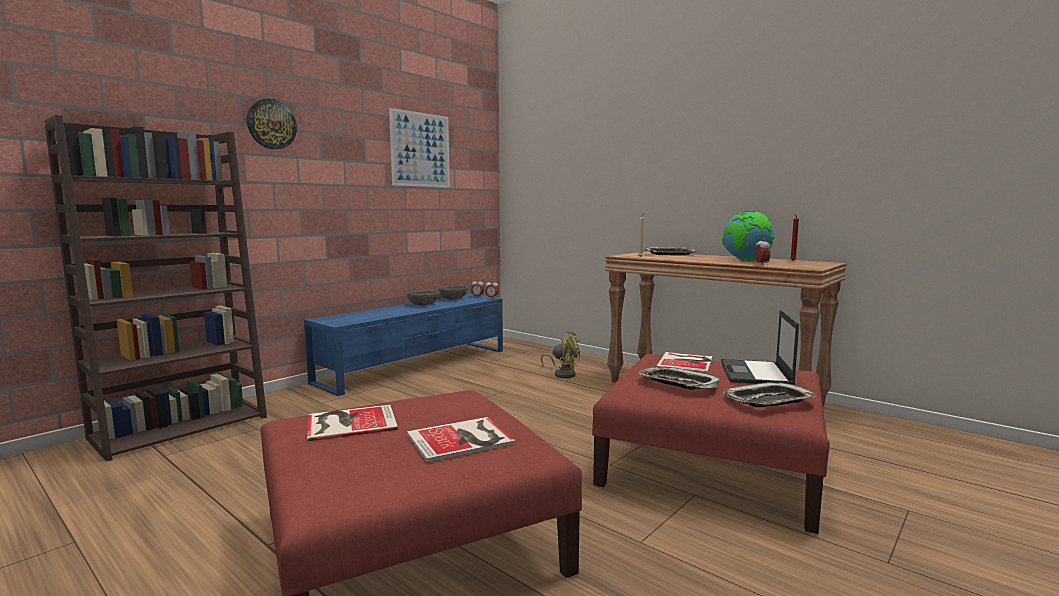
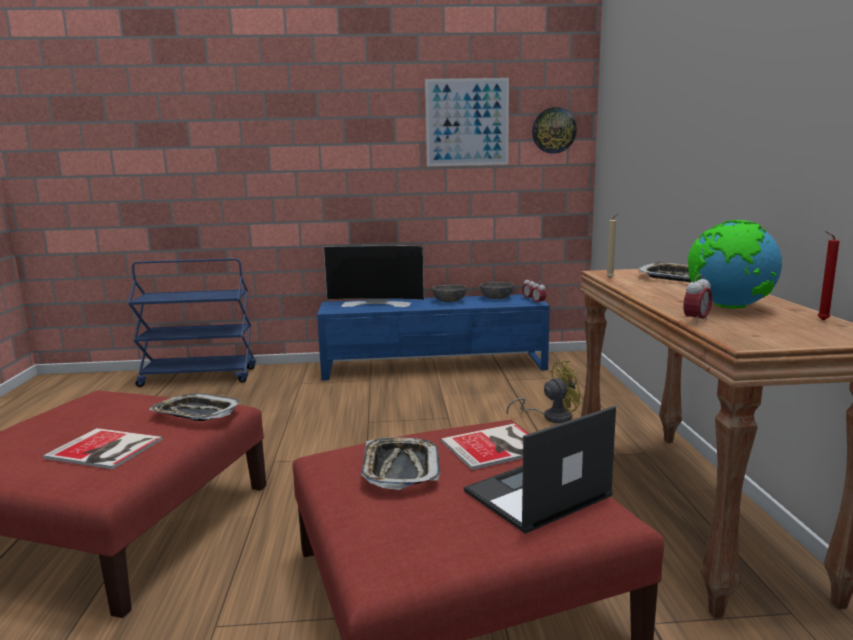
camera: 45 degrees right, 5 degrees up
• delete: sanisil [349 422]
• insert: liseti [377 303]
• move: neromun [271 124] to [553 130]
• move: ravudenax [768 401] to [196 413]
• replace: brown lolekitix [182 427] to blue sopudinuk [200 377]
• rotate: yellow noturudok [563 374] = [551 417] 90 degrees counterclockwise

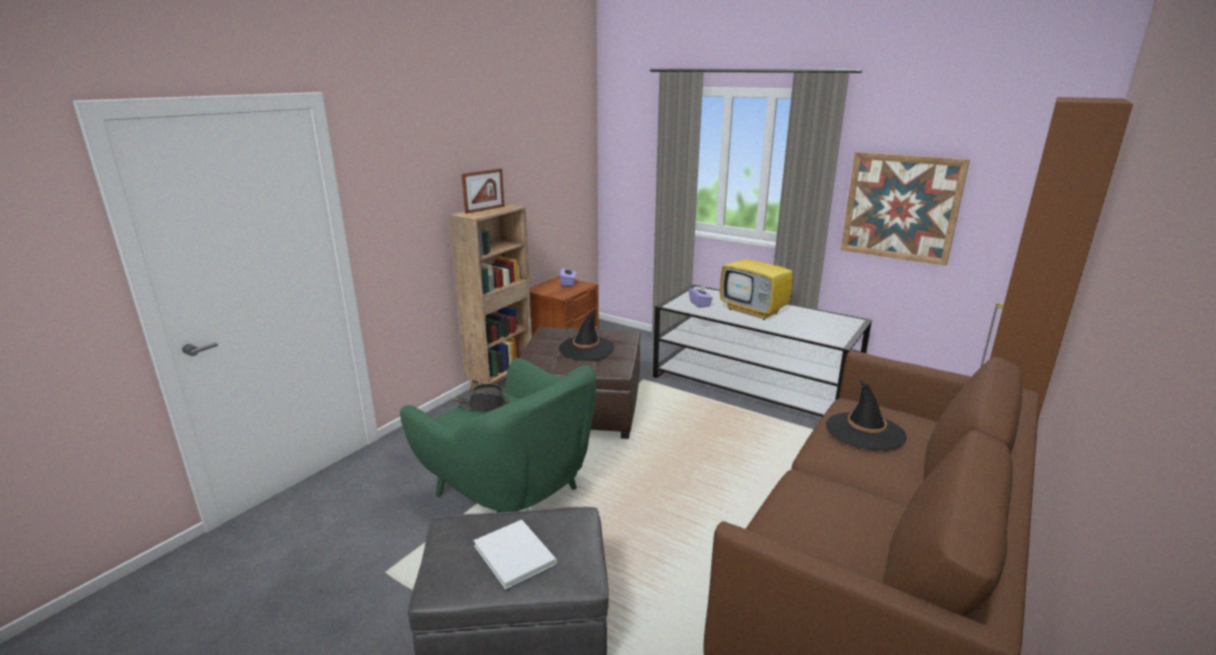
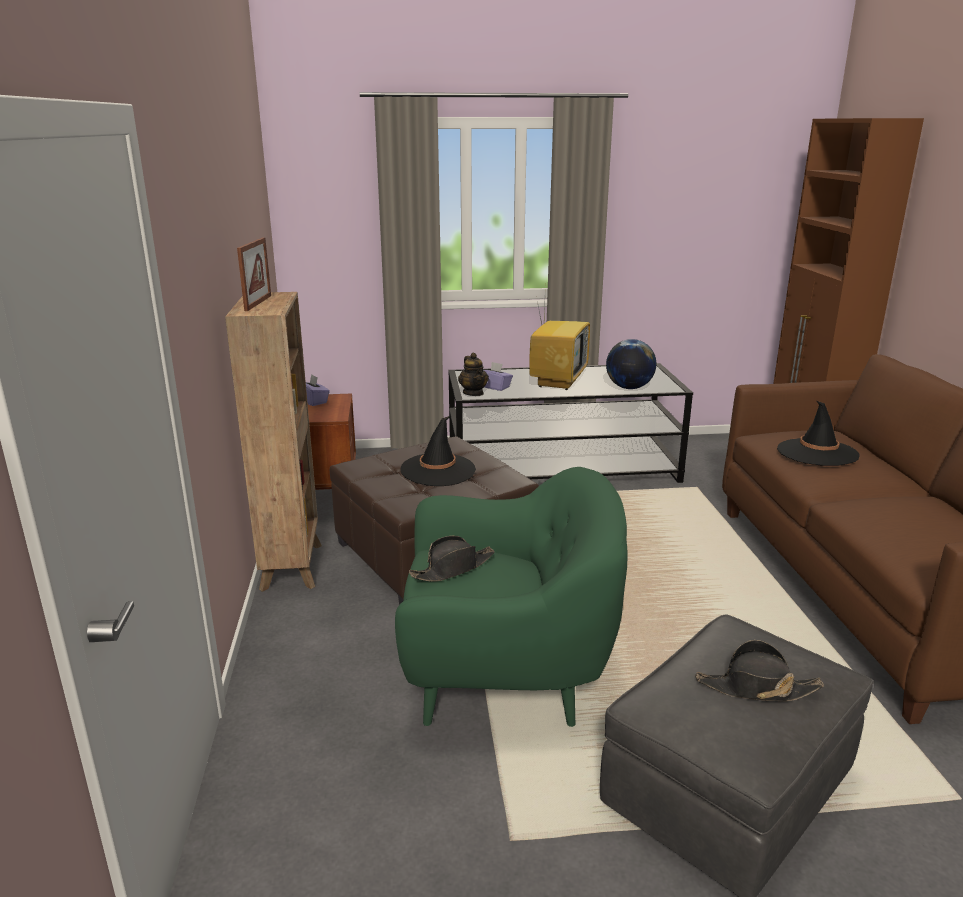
camera: 40 degrees left, 0 degrees up
• delete: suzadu [901 207]
• insert: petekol [473 393]
• insert: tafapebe [629 388]
• replace: white sanisil [515 552] to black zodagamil [756 688]
• rotate: liseti [754 311] = [558 381] 75 degrees counterclockwise

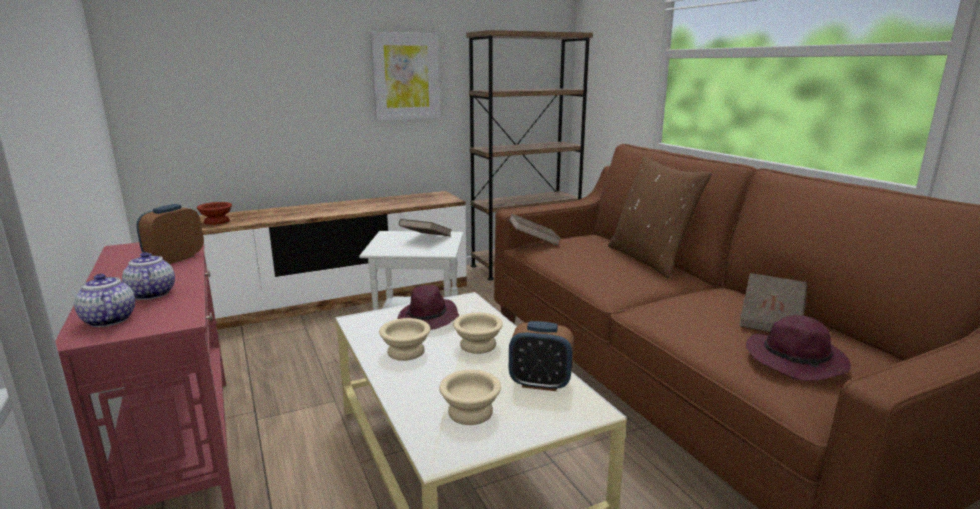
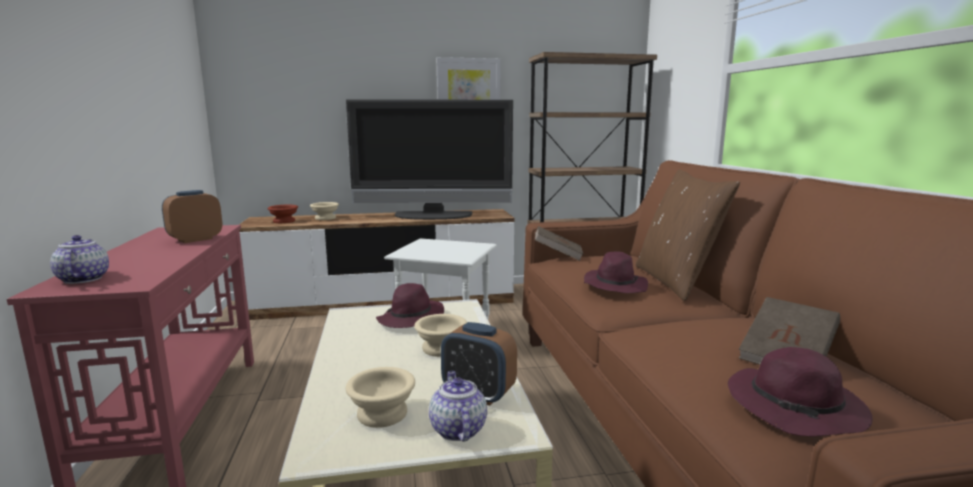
camera: 15 degrees right, 5 degrees down
• delete: brown sanisil [426 239]
• insert: liseti [433 216]
• insert: purple zodagamil [614 286]
• move: petekol [151 294] to [457 429]
• move: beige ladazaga [405 352] to [324 218]

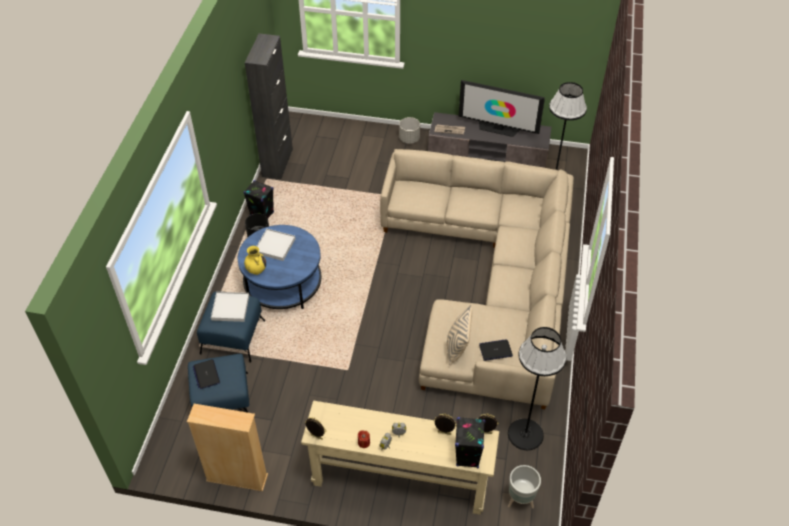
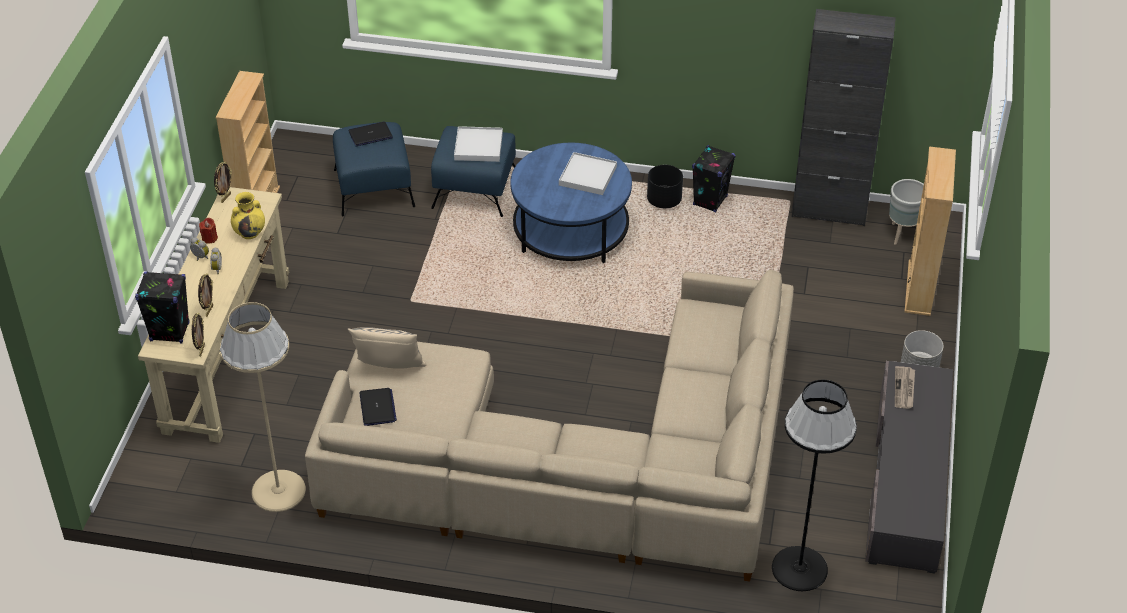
camera: 90 degrees right, 5 degrees down
• delete: liseti [498 128]
• insert: beige lolekitix [919 288]
• move: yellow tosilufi [256 270] to [250 233]
• move: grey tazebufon [520 501] to [902 234]
• recolor: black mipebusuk [525 434] to beige mipebusuk [278 491]

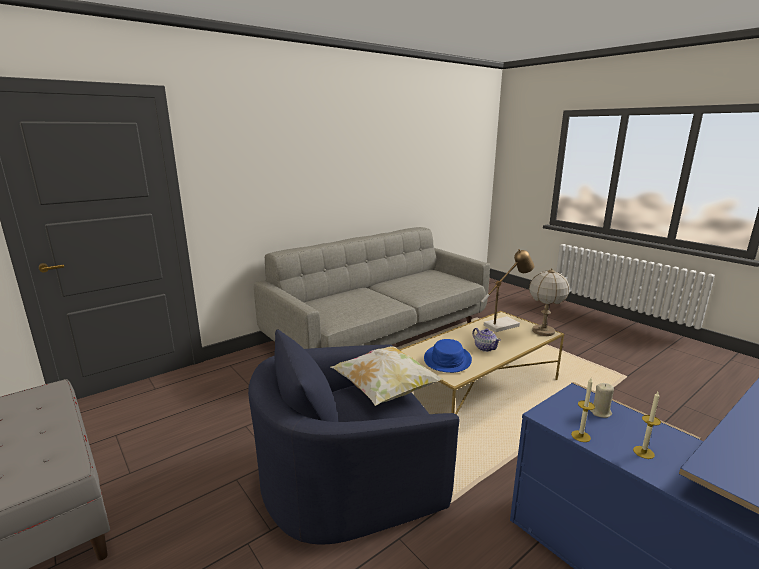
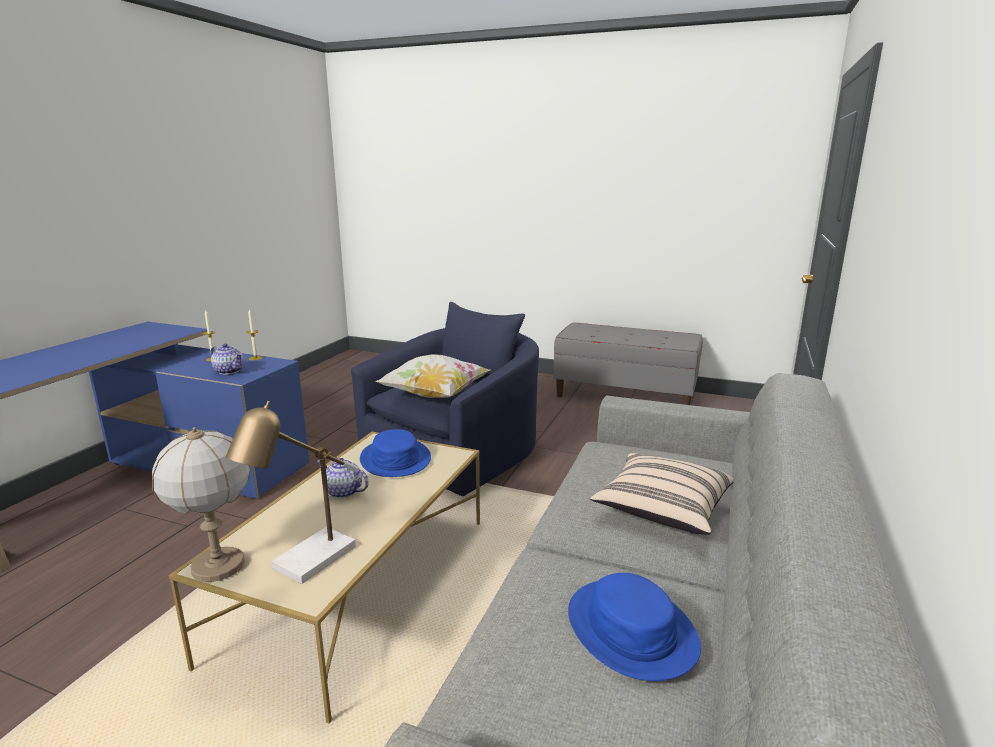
camera: 150 degrees right, 0 degrees up
• insert: blue zodagamil [631 629]
• insert: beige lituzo [662 510]
• replace: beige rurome [600 412] to petekol [229 371]

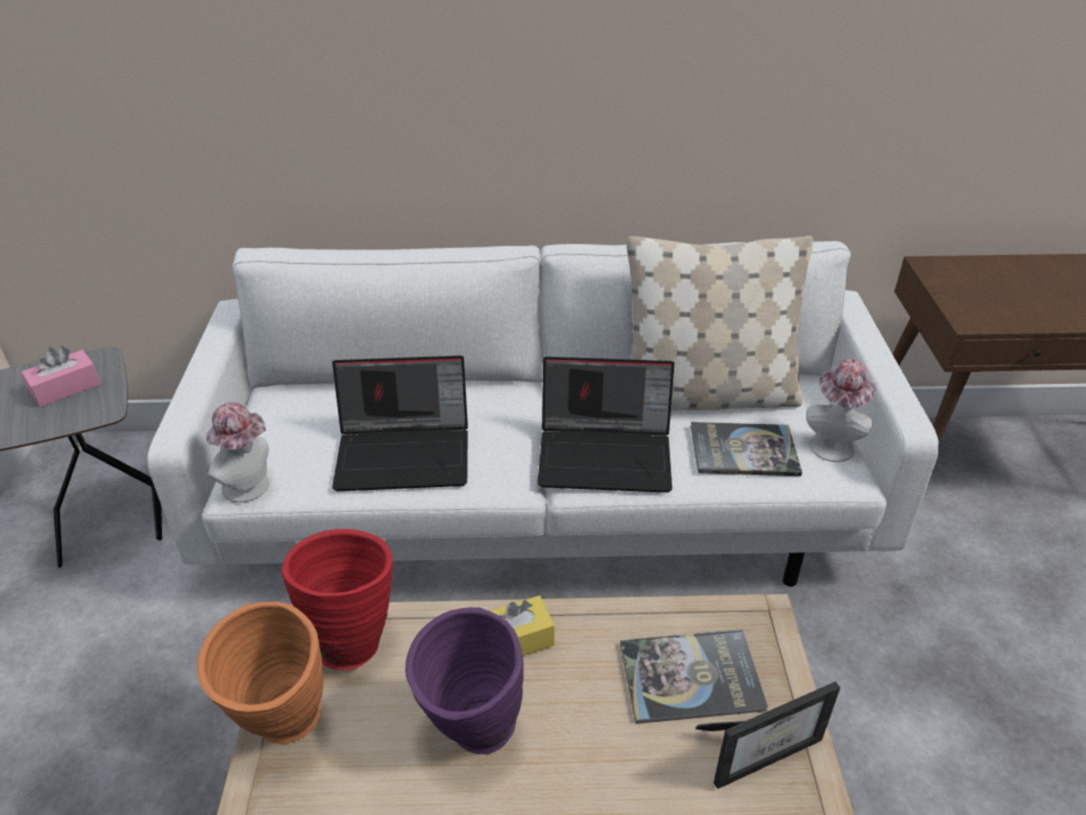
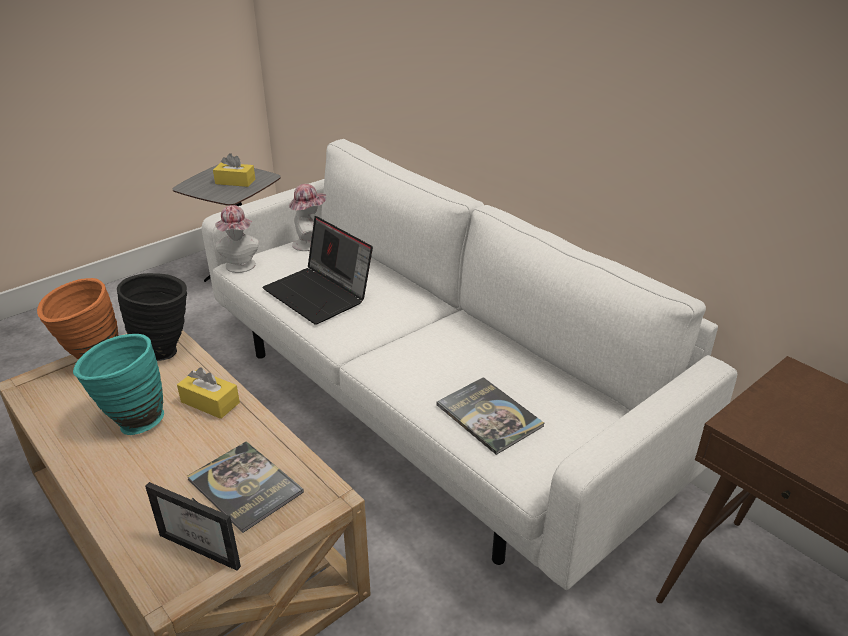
camera: 50 degrees right, 5 degrees down
• delete: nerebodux [607 455]
• delete: beige lituzo [707 395]
• move: zodagamil [832 443] to [310 243]
• recolor: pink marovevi [66 388] to yellow marovevi [235 181]
• recolor: red tosilufi [353 637] to black tosilufi [167 350]
• recolor: purple tosilufi [471 736] to turquoise tosilufi [131 422]

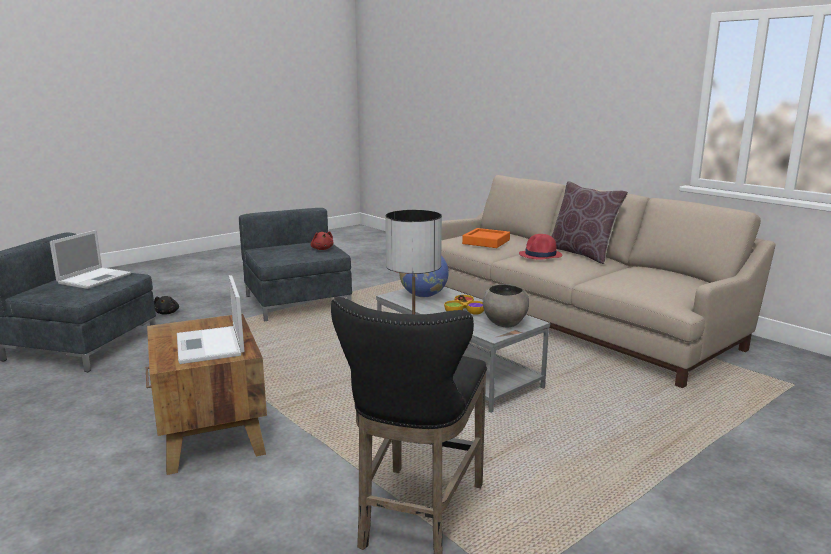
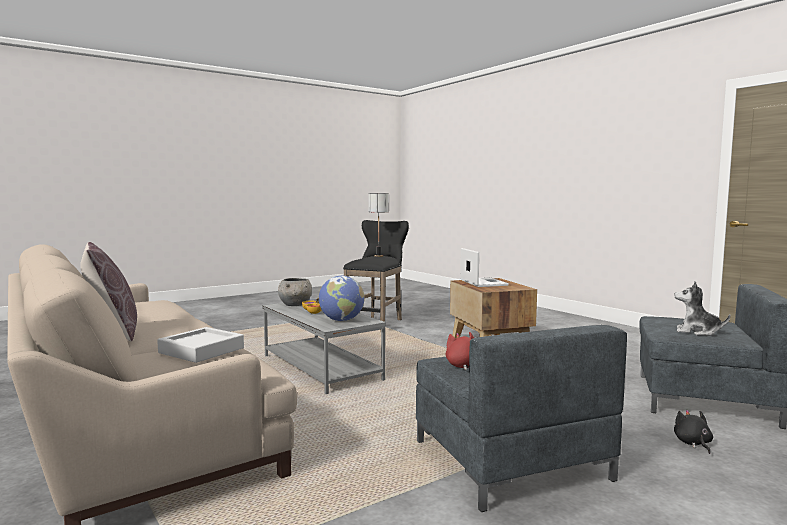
camera: 175 degrees left, 10 degrees down
• delete: red zodagamil [540 255]
• replace: nerebodux [95 278] to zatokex [697 332]
• recolor: orange ravudenax [486 242] to grey ravudenax [201 350]

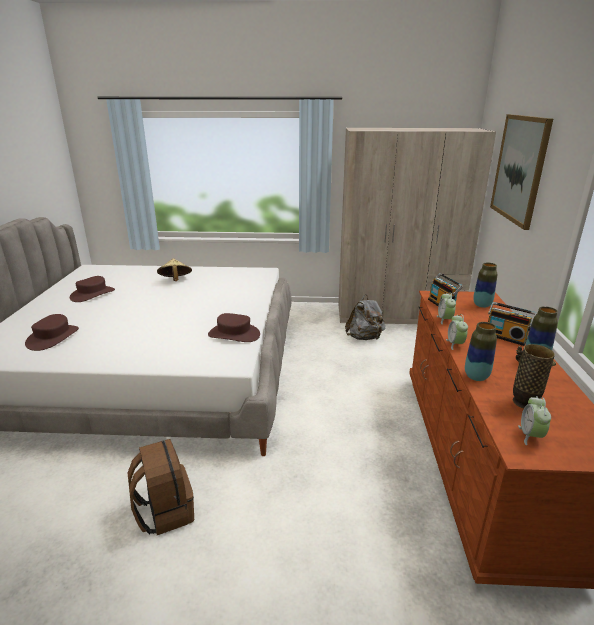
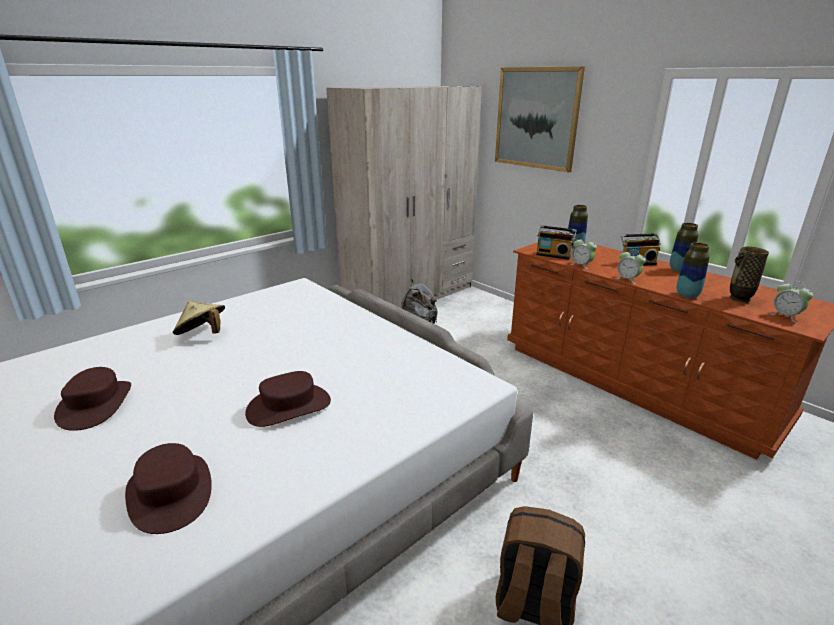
camera: 45 degrees left, 0 degrees up
• move: brown zodagamil [234 334] to [289 406]

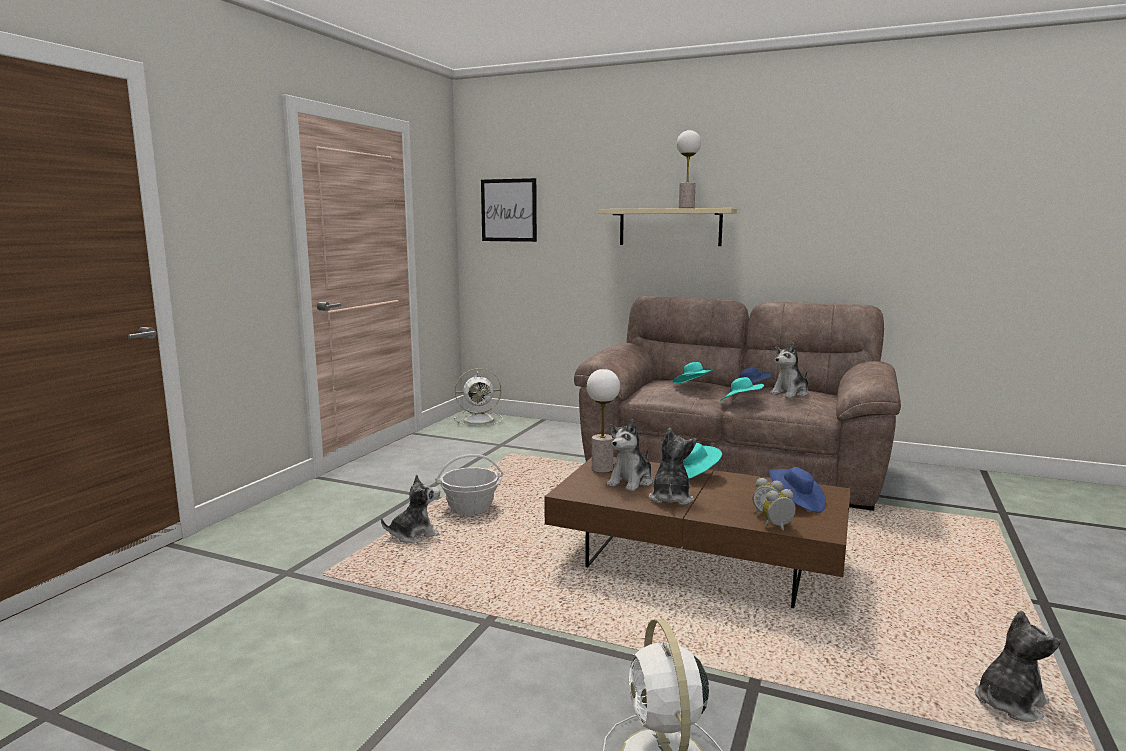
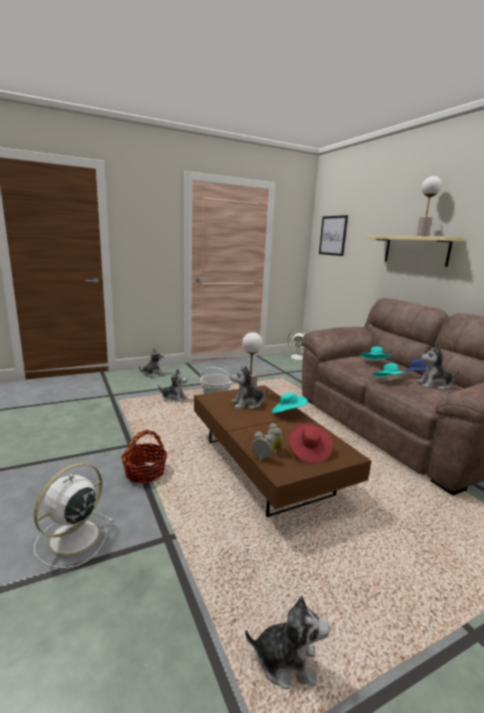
camera: 40 degrees right, 5 degrees up
• insert: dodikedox [145 472]
• move: zatokex [670 498] to [152 374]
• recolor: blue zodagamil [796 503] to red zodagamil [308 452]

